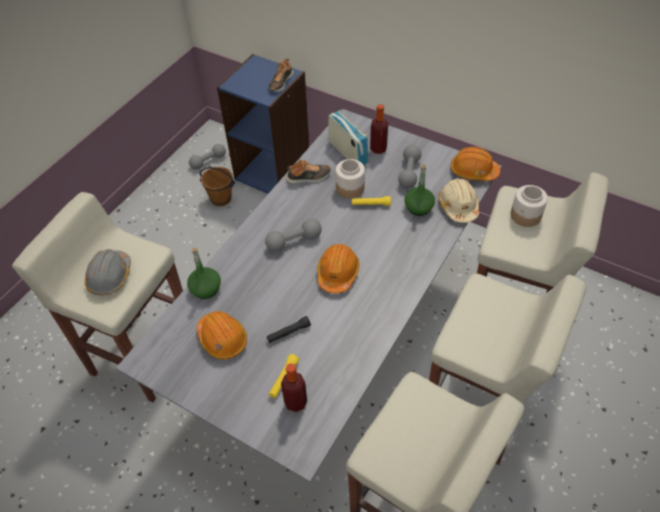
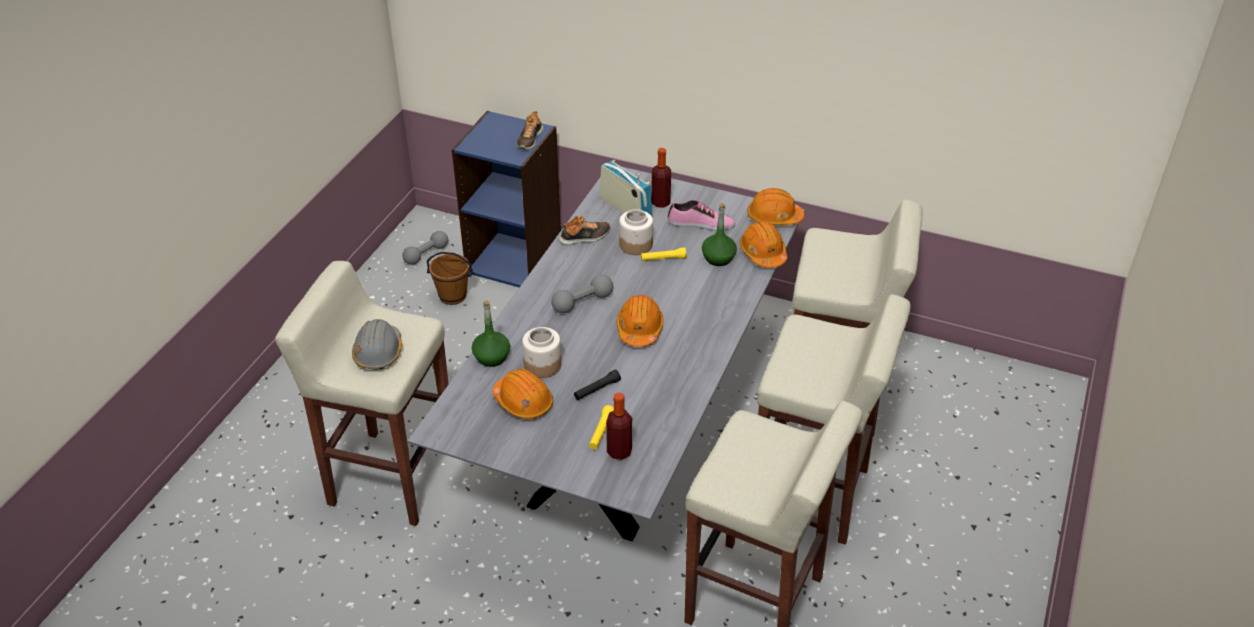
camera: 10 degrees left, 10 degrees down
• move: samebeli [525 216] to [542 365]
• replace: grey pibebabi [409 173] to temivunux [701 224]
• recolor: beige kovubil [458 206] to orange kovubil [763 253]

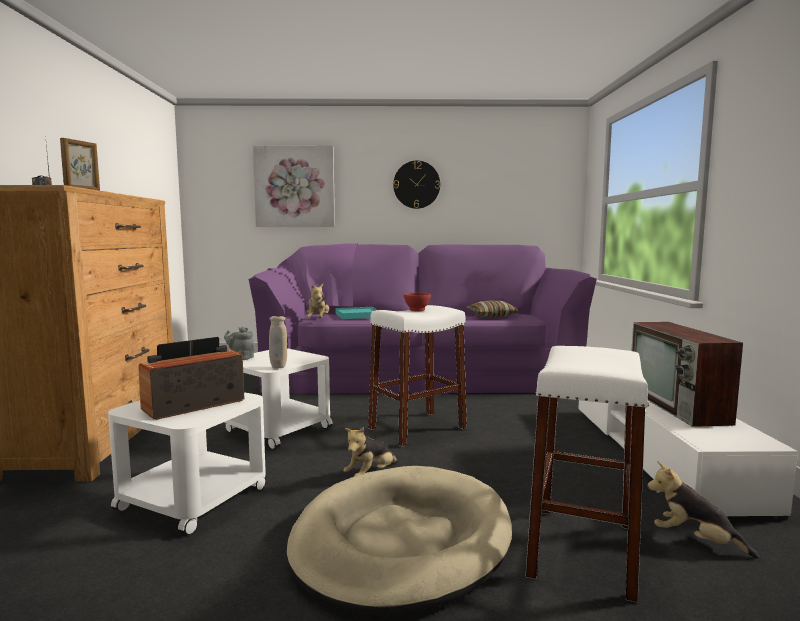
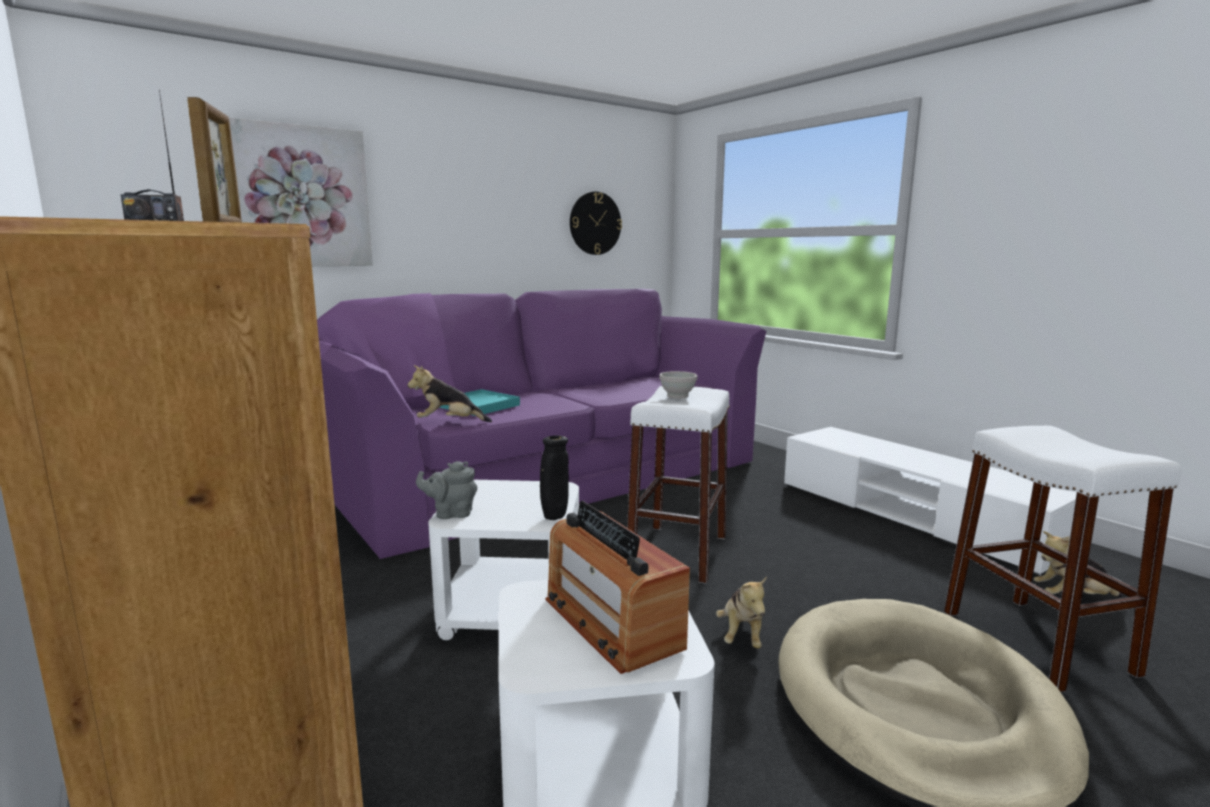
camera: 35 degrees left, 5 degrees up
• delete: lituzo [491 316]
• delete: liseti [678 406]
• move: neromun [416 184] to [595 223]
• recolor: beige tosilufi [278 367] to black tosilufi [554 517]
• recolor: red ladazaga [417 310] to white ladazaga [677 396]
• rotate: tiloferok [194 405] = [611 622] 45 degrees counterclockwise
• rotate: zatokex [318 320] = [449 423] 120 degrees clockwise

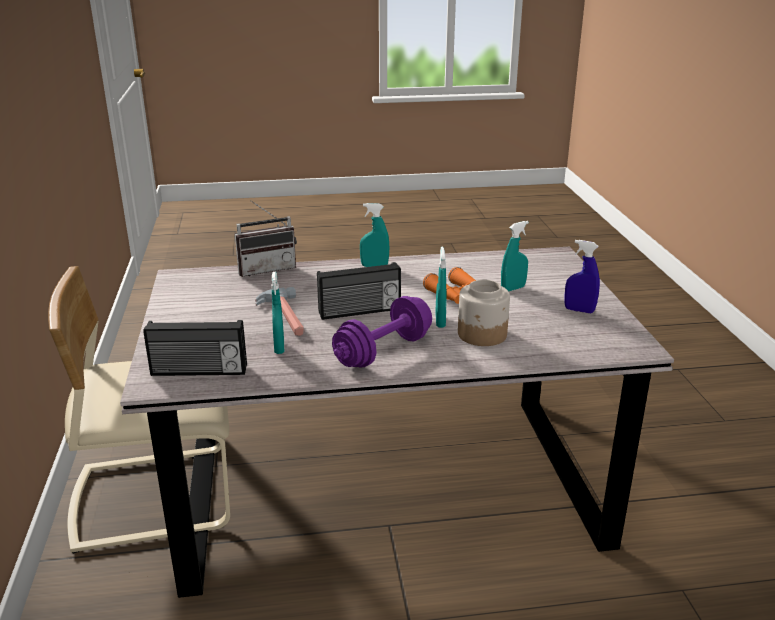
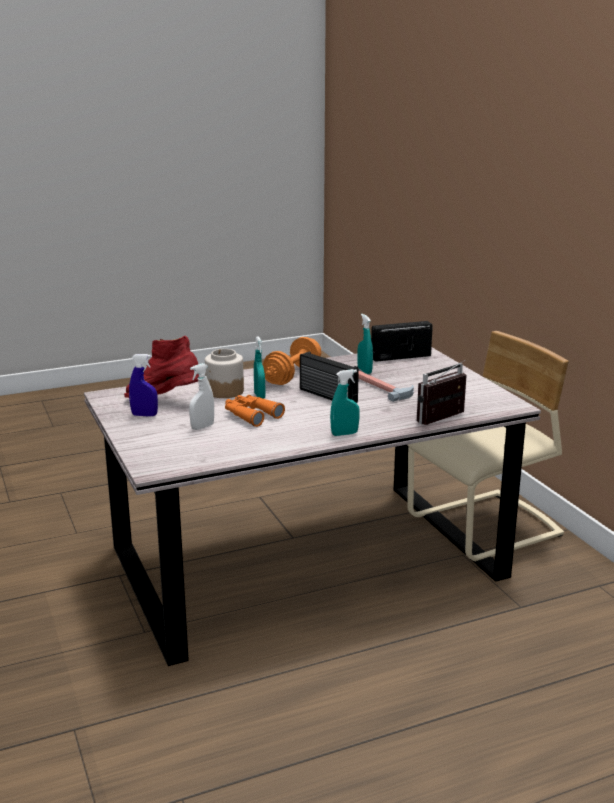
camera: 165 degrees right, 5 degrees down
• insert: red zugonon [165 401]
• recolor: purple pibebabi [383 351] to orange pibebabi [292 376]
• recolor: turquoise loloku [513 288] to white loloku [202 427]
• rotate: tiloferok [360 311] = [327 396] 105 degrees counterclockwise

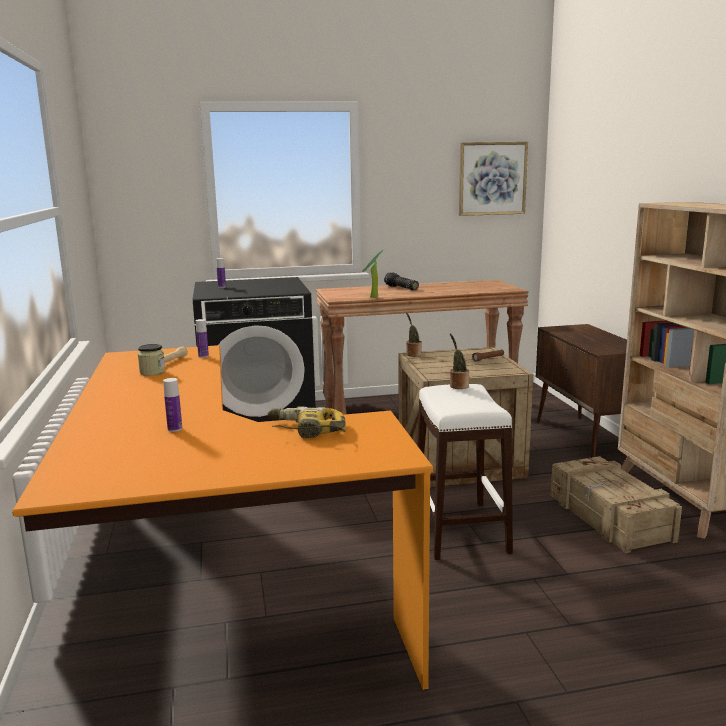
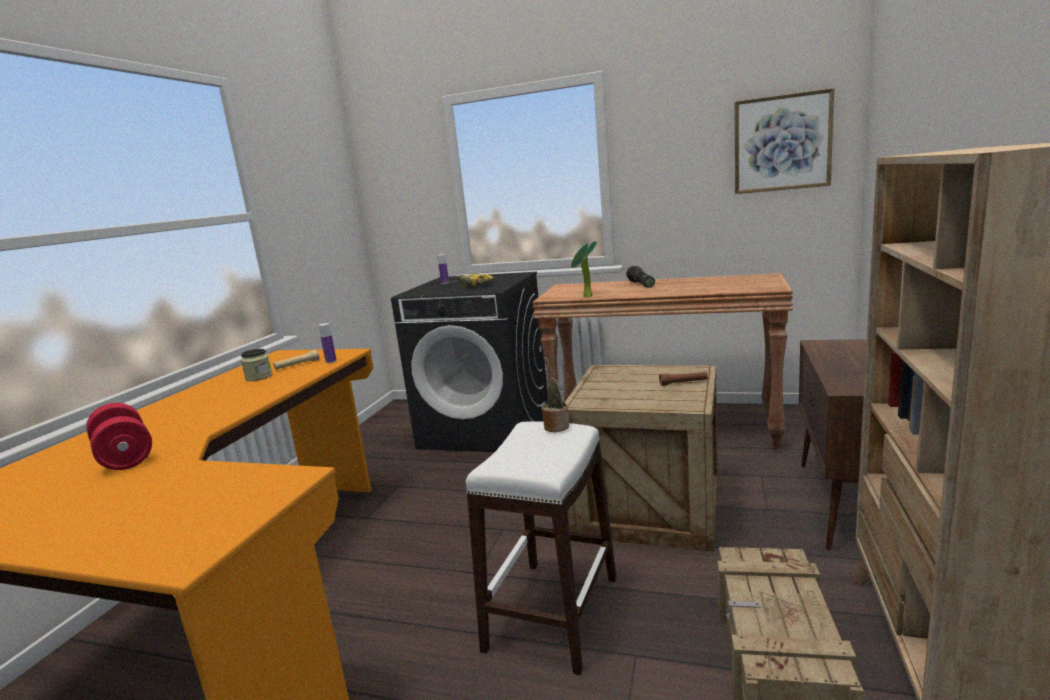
camera: 30 degrees right, 0 degrees up
• delete: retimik [413 354]
• move: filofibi [306 430] to [470 286]
• replace: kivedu [175 429] to red pibebabi [125 456]

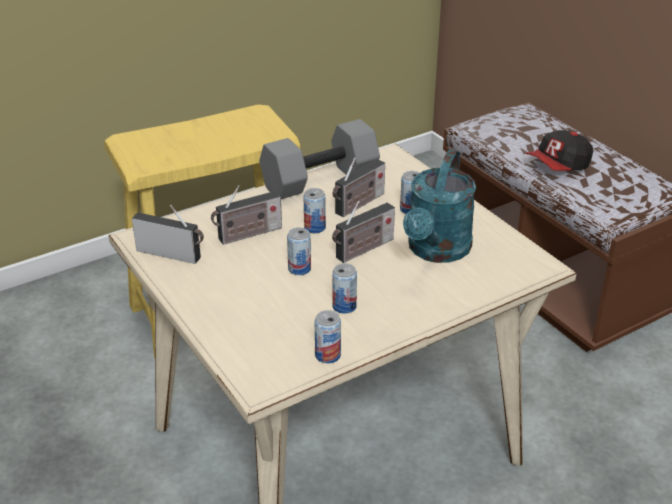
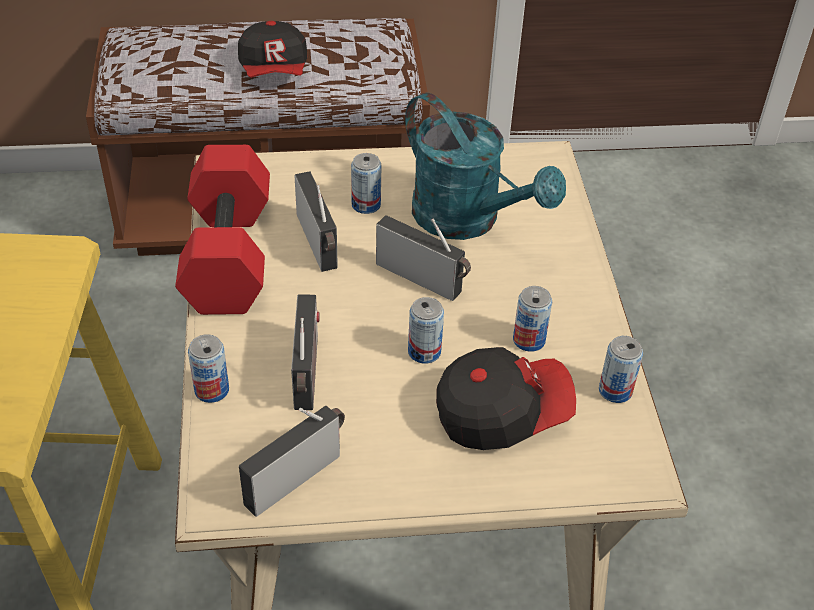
camera: 65 degrees left, 10 degrees up
• insert: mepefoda [501 413]
• move: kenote [315 228] to [211 390]
• recolor: grey pibebabi [319 181] to red pibebabi [231 256]
• rotate: tiloferok [363 250] = [423 279] 45 degrees counterclockwise

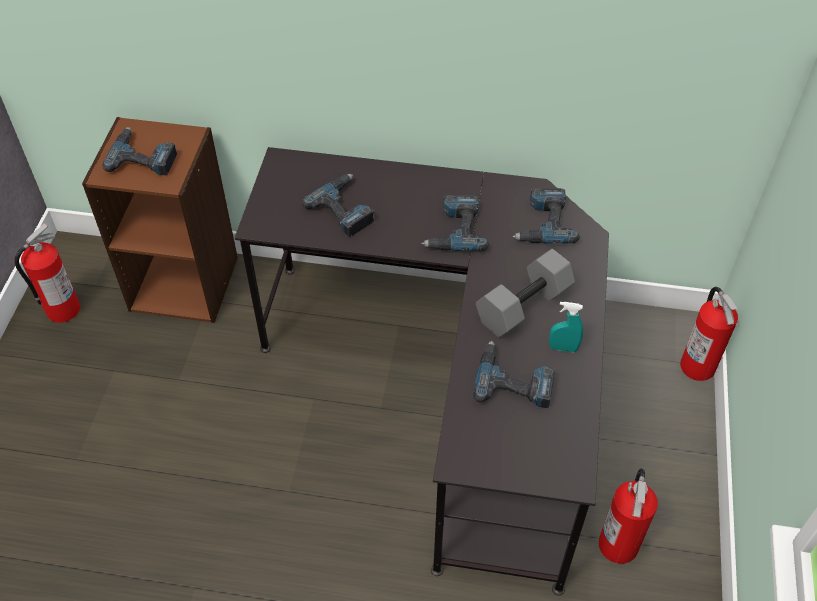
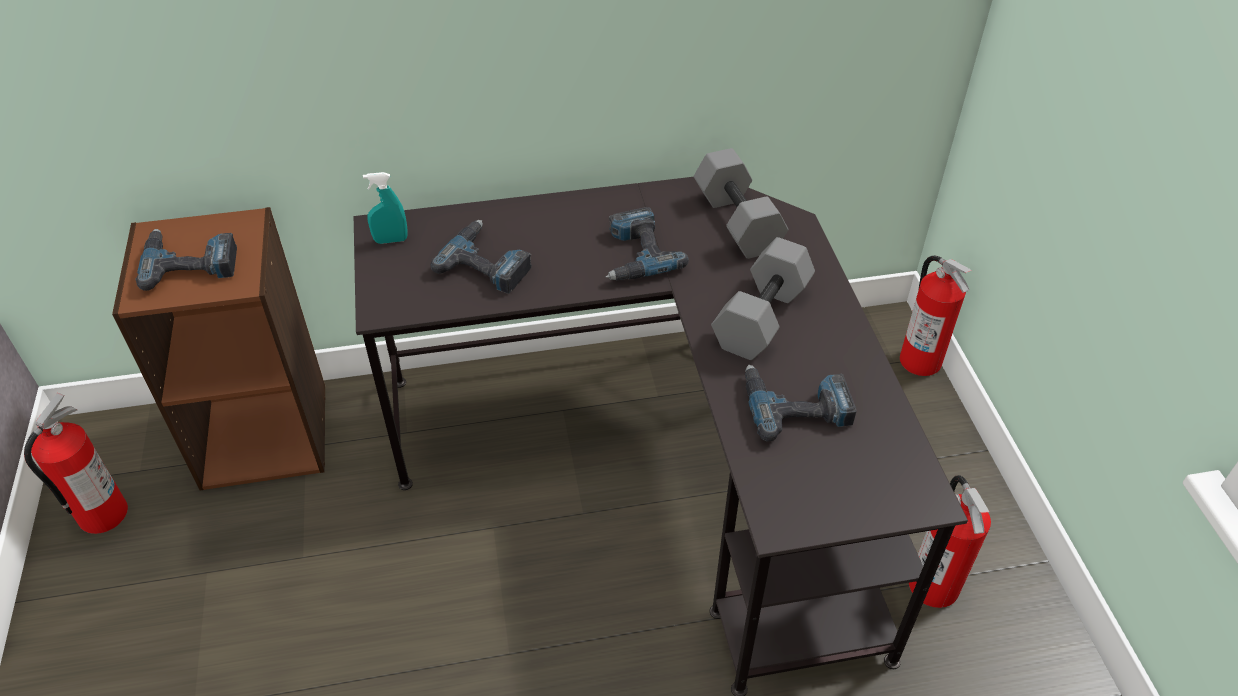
camera: 20 degrees left, 5 degrees down
• move: turquoise loloku [563 348] to [391 240]
• replace: filofibi [542 223] to grey pibebabi [735 221]

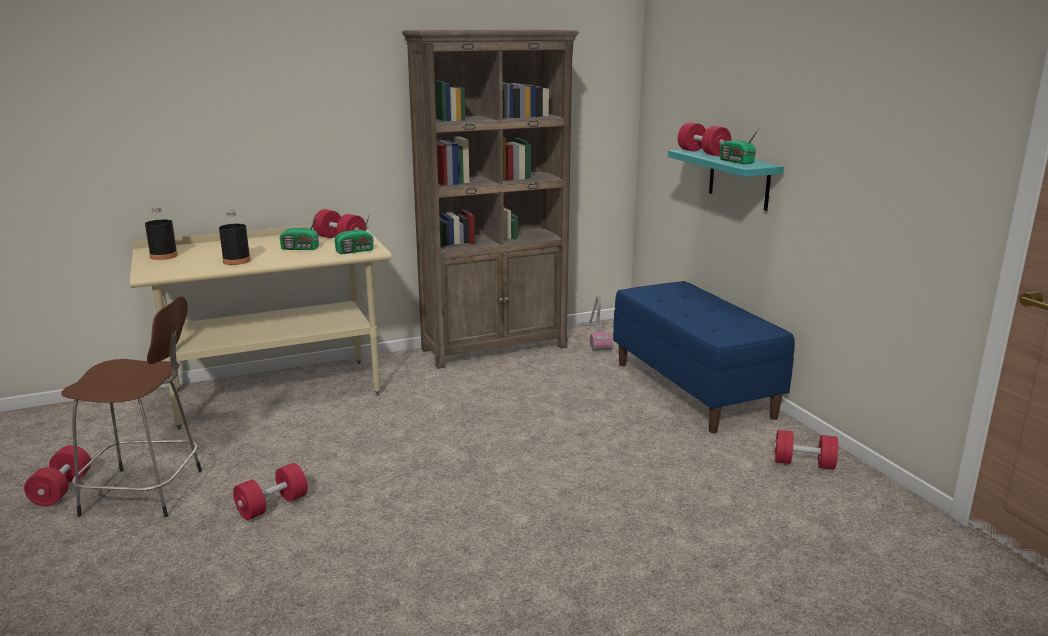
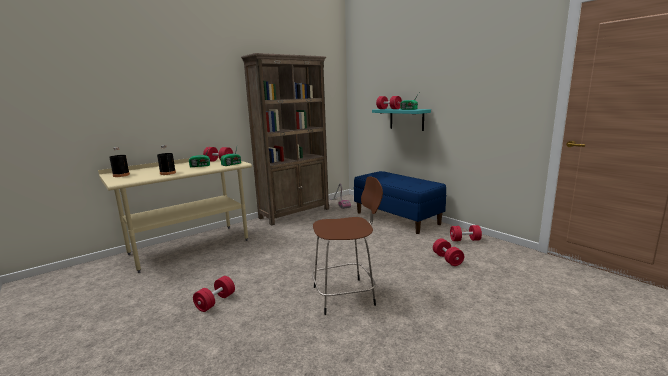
camera: 15 degrees left, 5 degrees down
• move: red pibebabi [62 490] to [447 259]
• move: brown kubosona [147 492] to [346 295]

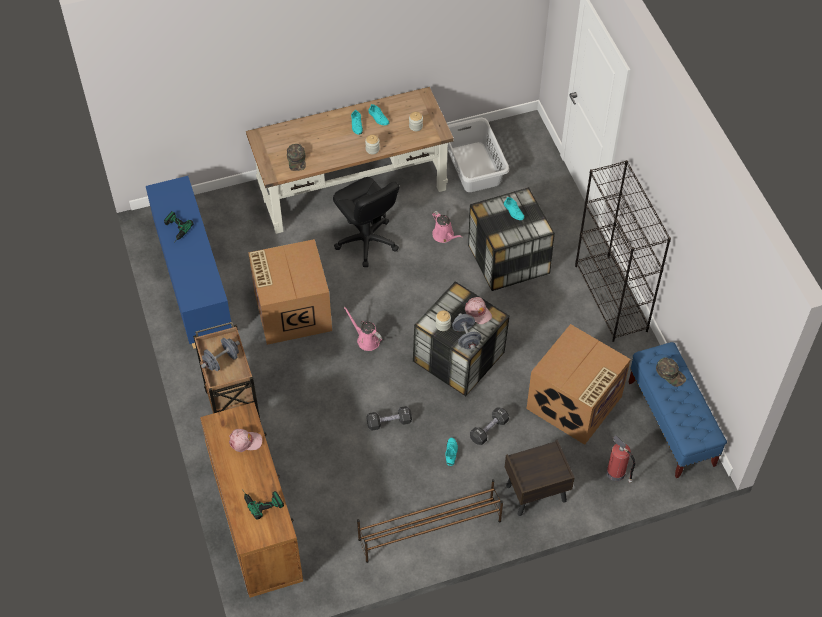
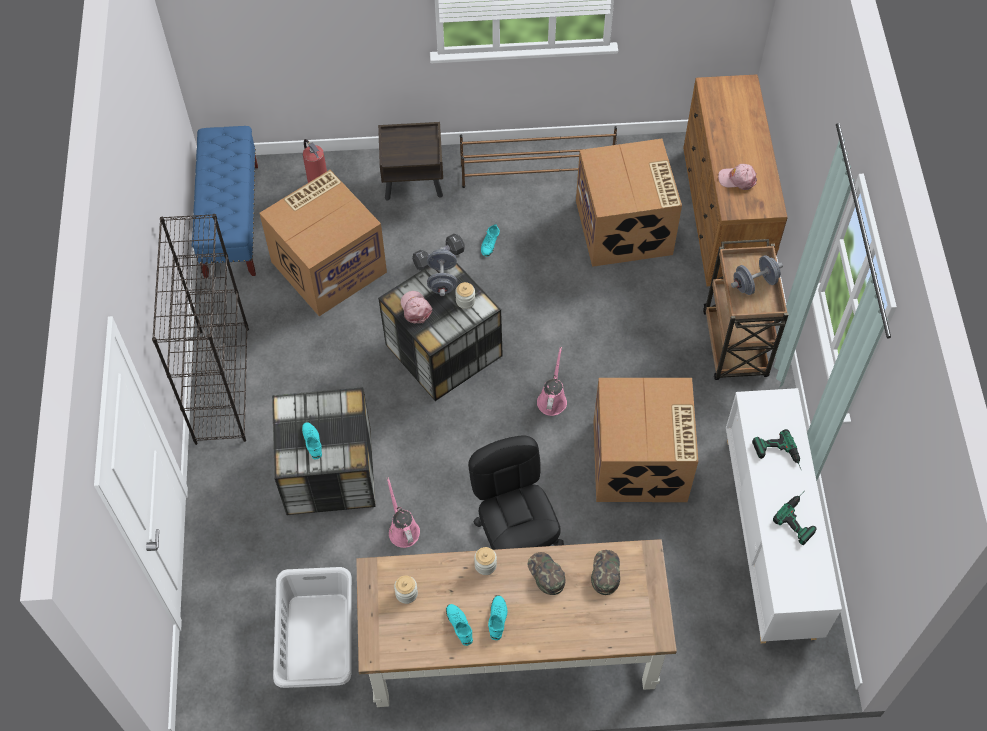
camera: 165 degrees left, 5 degrees up
• delete: black pibebabi [389 422]
• insert: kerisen [625 228]
• move: filofibi [261 499] to [778 456]
• move: green mepefoda [670 373] to [546 574]
• recolor: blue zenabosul [193 282] to white zenabosul [770 537]
• rotate: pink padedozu [366 339] = [552 399] 135 degrees counterclockwise

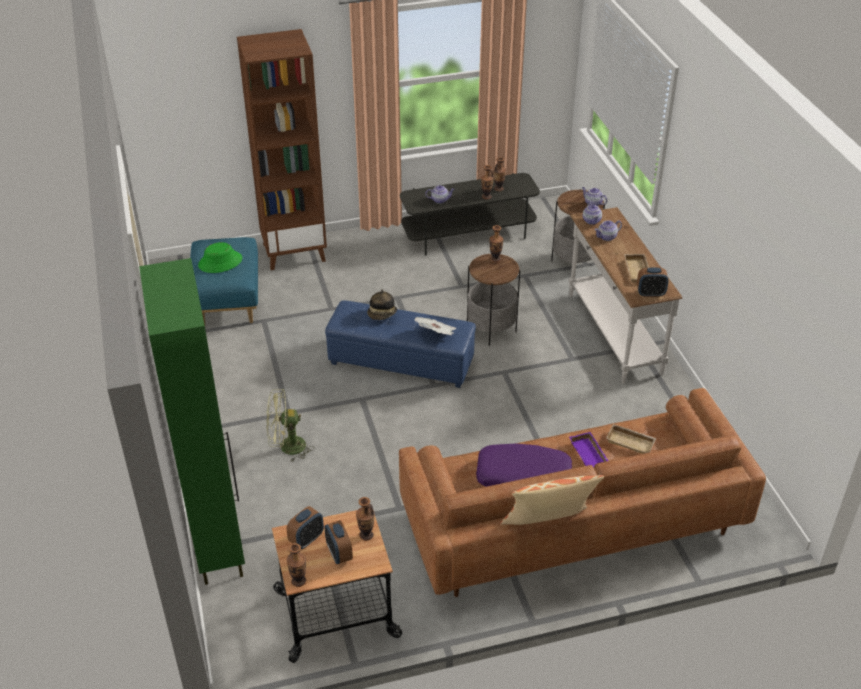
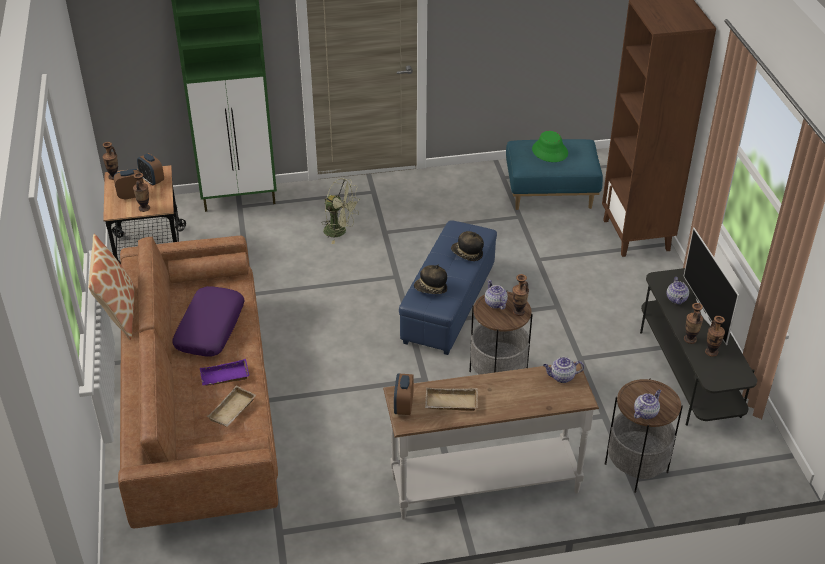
camera: 95 degrees right, 0 degrees up
• insert: liseti [707 315]
• move: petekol [607 237] to [495 303]
• replace: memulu [436 334] to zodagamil [431 289]
• rotate: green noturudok [287 447] = [340 231] 120 degrees clockwise

